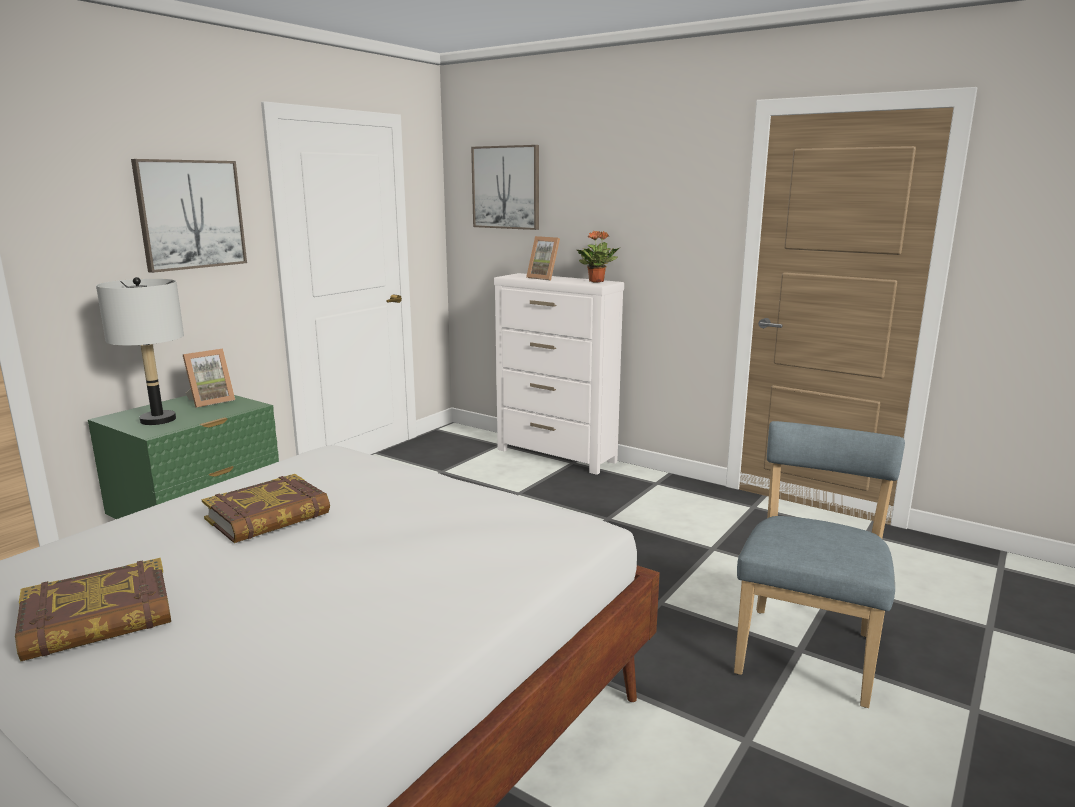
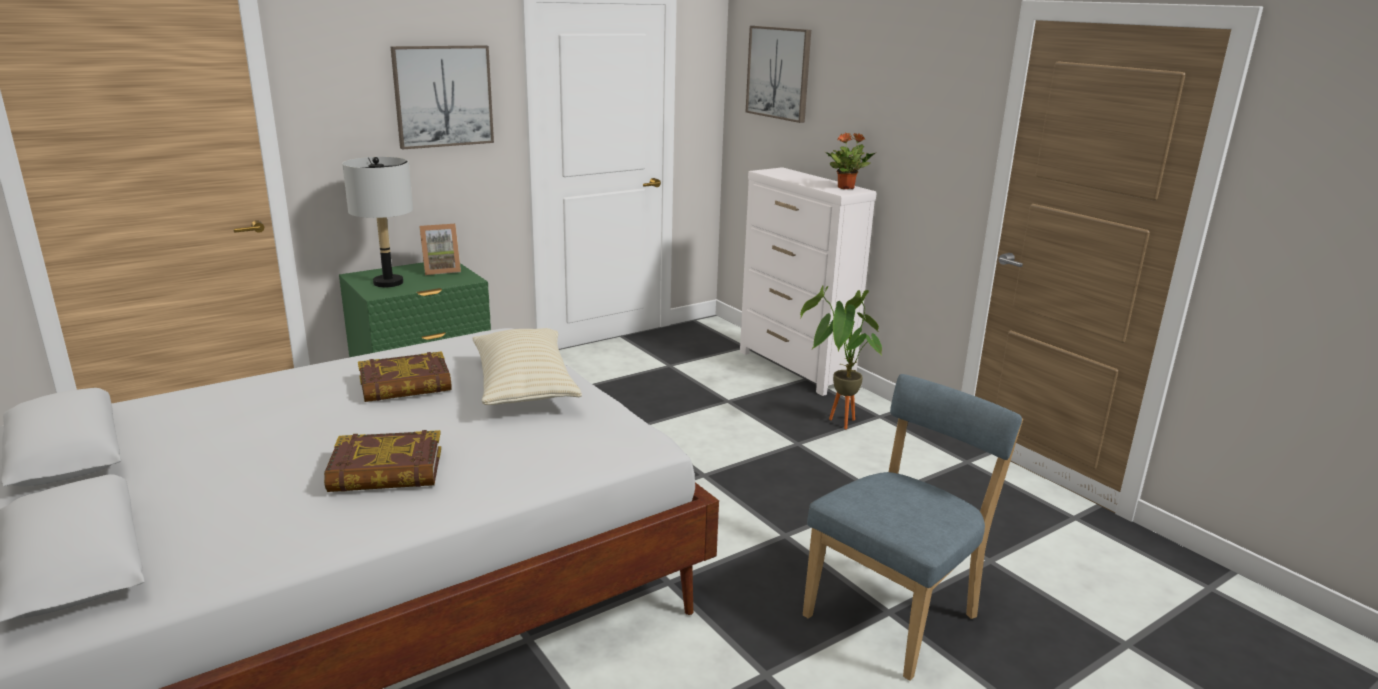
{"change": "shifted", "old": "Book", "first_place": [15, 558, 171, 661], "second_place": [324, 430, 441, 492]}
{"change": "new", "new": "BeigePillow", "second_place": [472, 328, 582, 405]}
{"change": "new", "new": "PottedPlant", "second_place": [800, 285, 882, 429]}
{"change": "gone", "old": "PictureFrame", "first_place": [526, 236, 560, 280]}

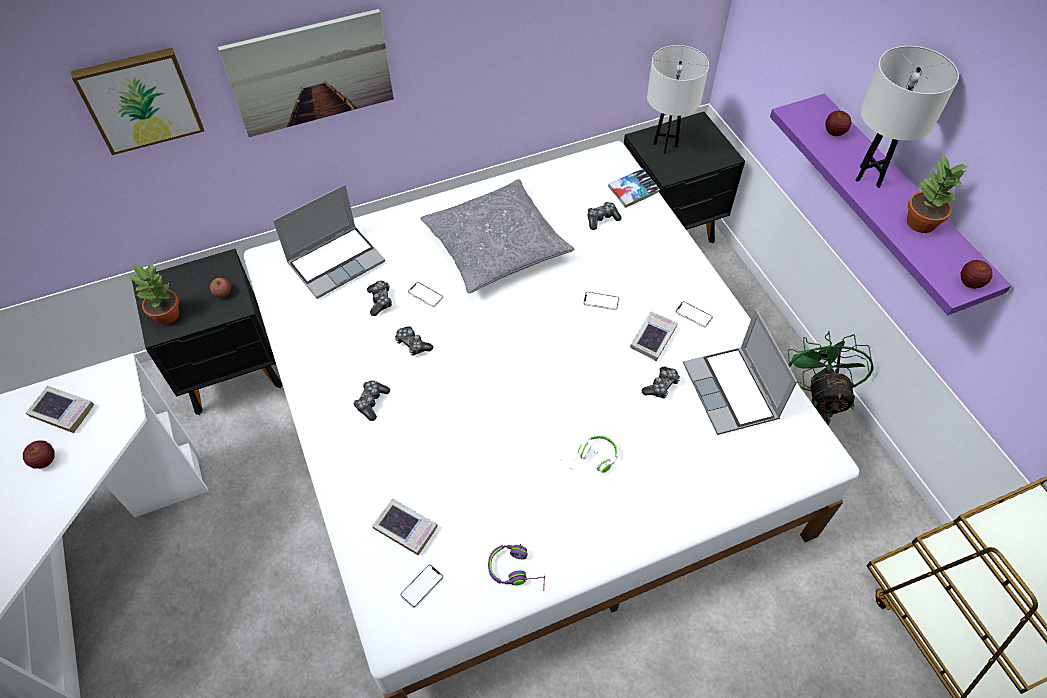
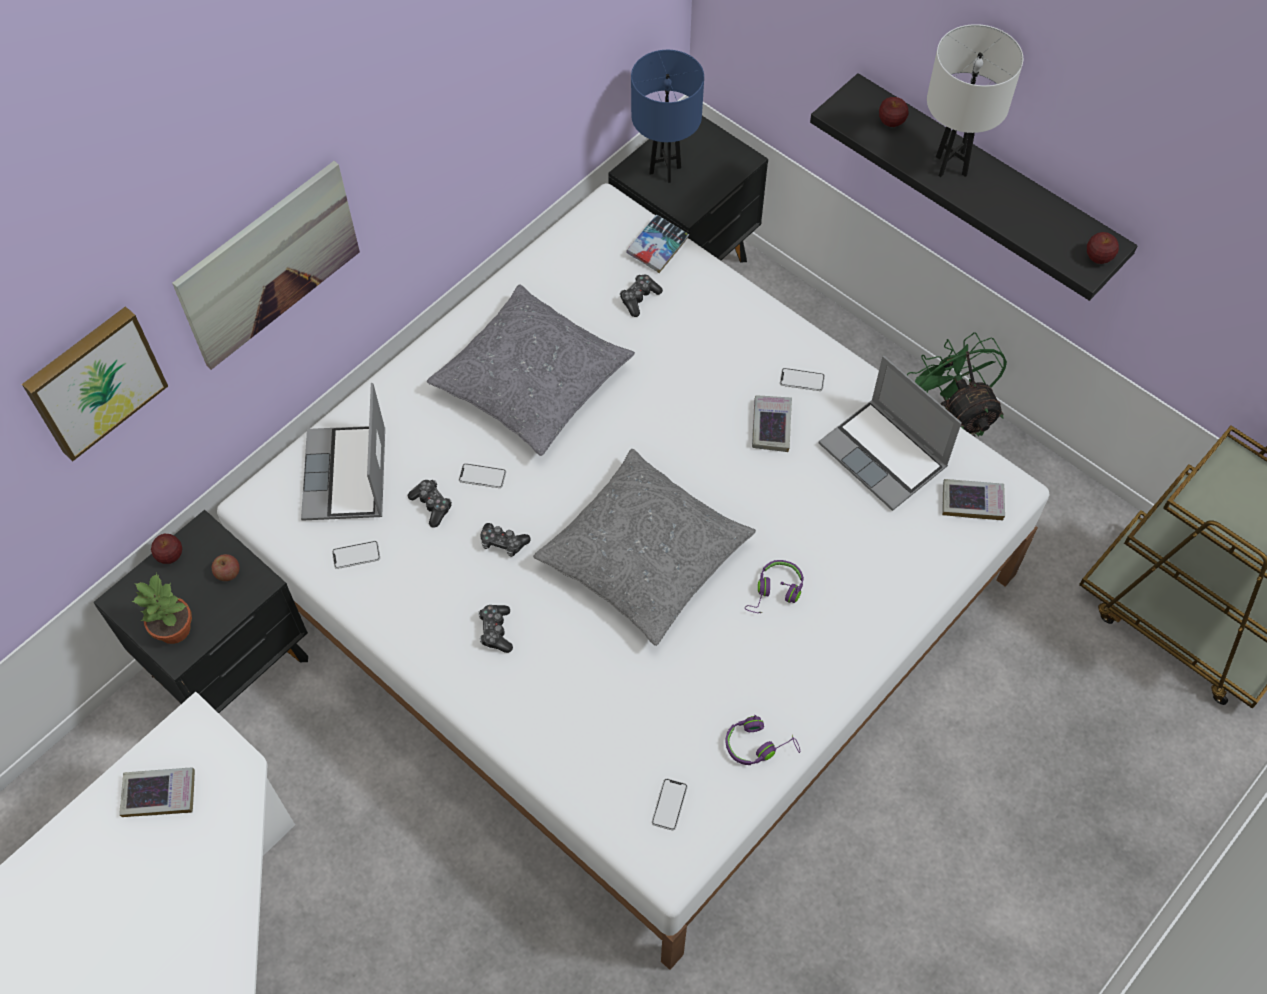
{"change": "shifted", "old": "Apple", "first_place": [23, 440, 55, 469], "second_place": [151, 534, 182, 564]}
{"change": "rotated", "old": "Laptop", "first_place": [273, 184, 385, 299], "second_place": [301, 383, 385, 521], "degrees": 150}
{"change": "shifted", "old": "Phone", "first_place": [583, 292, 619, 310], "second_place": [332, 541, 380, 569]}
{"change": "new", "new": "GreyPillow", "second_place": [533, 449, 756, 646]}
{"change": "repainted", "old": "WhiteTableLamp", "new": "BlueTableLamp", "first_place": [647, 45, 709, 154], "second_place": [631, 50, 704, 183]}
{"change": "repainted", "old": "WhiteHeadphones", "new": "PurpleHeadphones", "first_place": [560, 434, 619, 473], "second_place": [745, 560, 804, 613]}
{"change": "repainted", "old": "PurpleShelf", "new": "BlackShelf", "first_place": [770, 94, 1012, 315], "second_place": [810, 73, 1138, 301]}
{"change": "shifted", "old": "Book", "first_place": [372, 499, 438, 555], "second_place": [942, 479, 1005, 520]}
{"change": "gone", "old": "GameController", "first_place": [642, 367, 680, 398]}
{"change": "gone", "old": "PottedPlant", "first_place": [907, 154, 969, 233]}

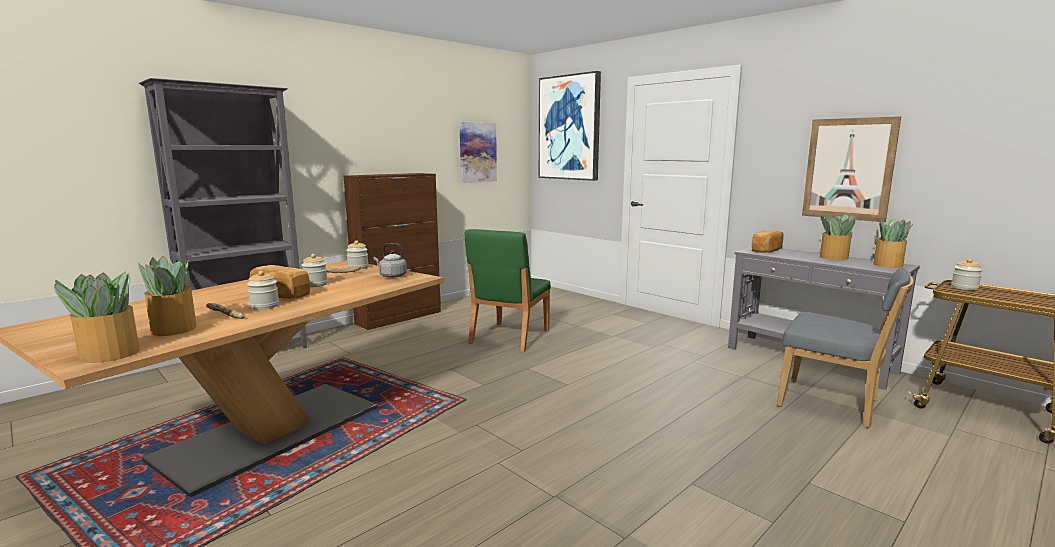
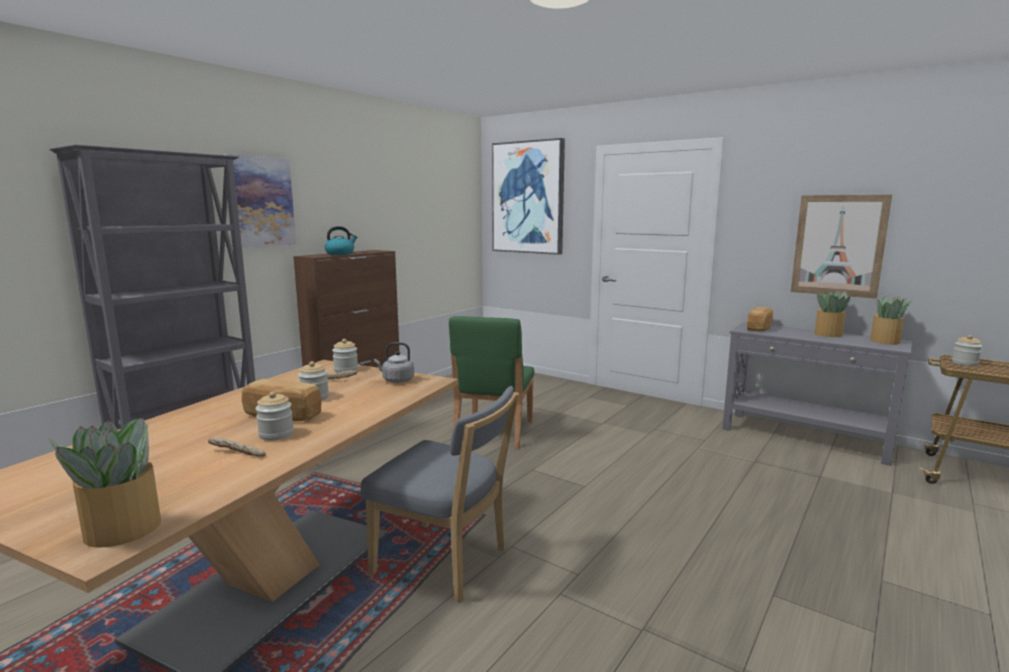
{"change": "shifted", "old": "Picture", "first_place": [459, 122, 497, 183], "second_place": [224, 154, 296, 248]}
{"change": "new", "new": "Kettle", "second_place": [324, 226, 358, 255]}
{"change": "shifted", "old": "GreyChair", "first_place": [777, 267, 914, 428], "second_place": [361, 386, 519, 603]}
{"change": "gone", "old": "PottedPlant", "first_place": [139, 256, 197, 336]}

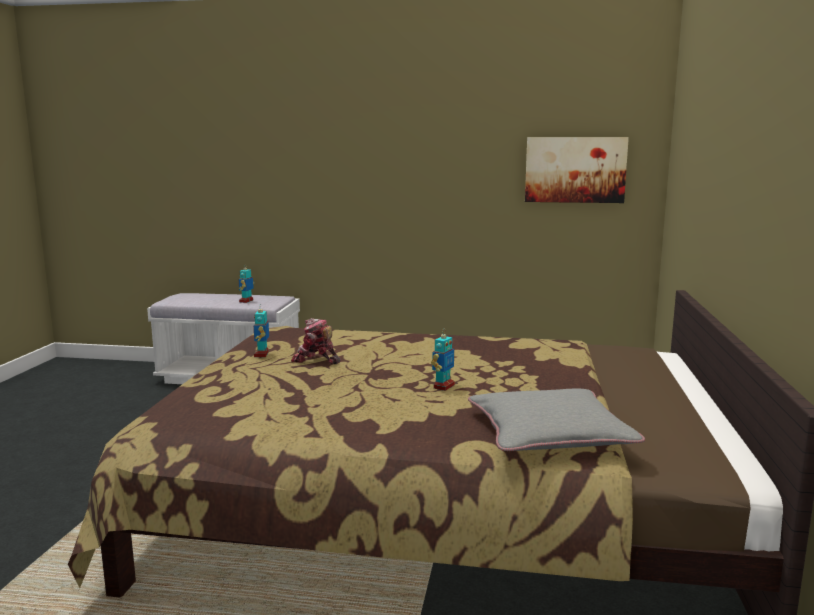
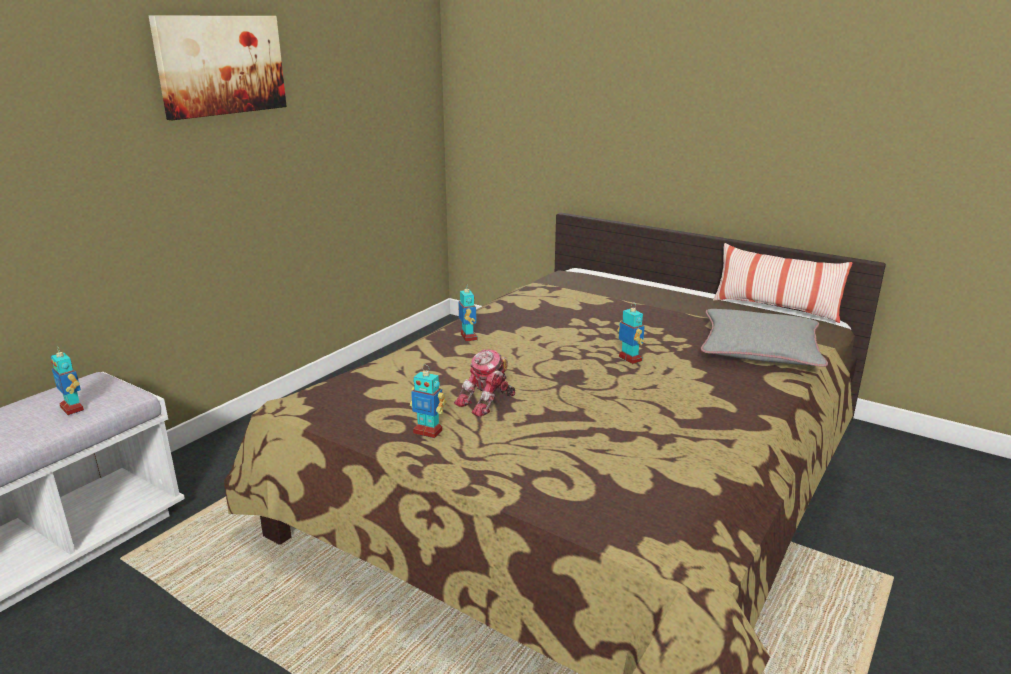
{"change": "shifted", "old": "Picture", "first_place": [525, 137, 629, 203], "second_place": [149, 16, 287, 120]}
{"change": "new", "new": "ToyRobot", "second_place": [458, 283, 478, 342]}
{"change": "new", "new": "Pillow", "second_place": [713, 243, 853, 323]}

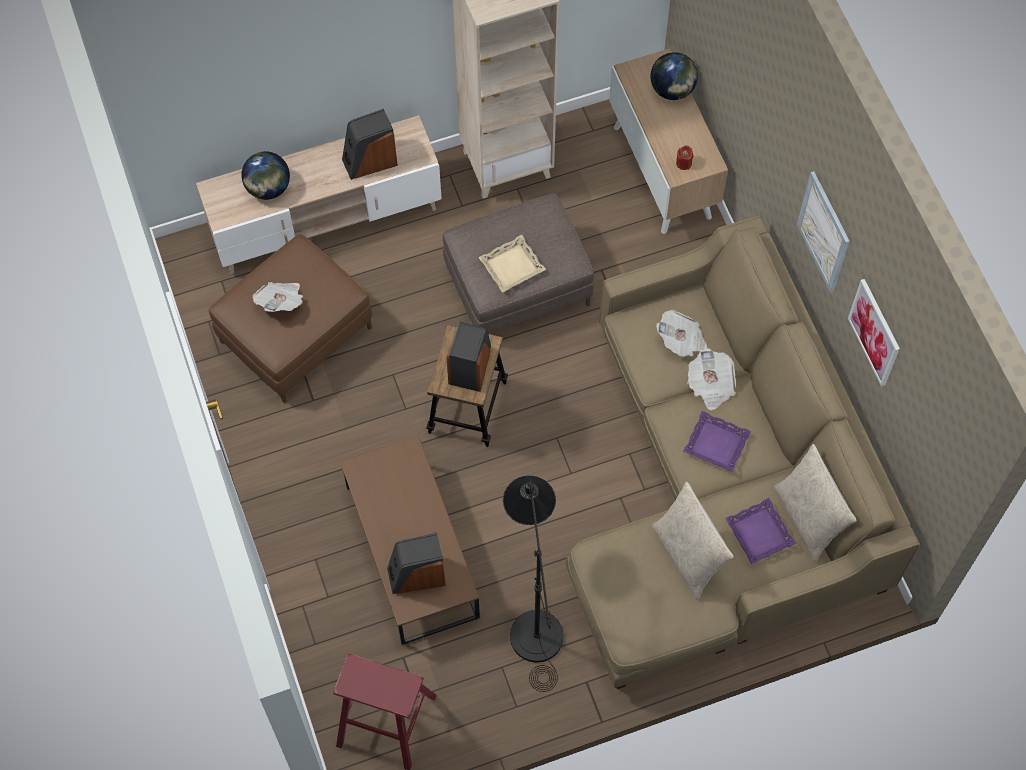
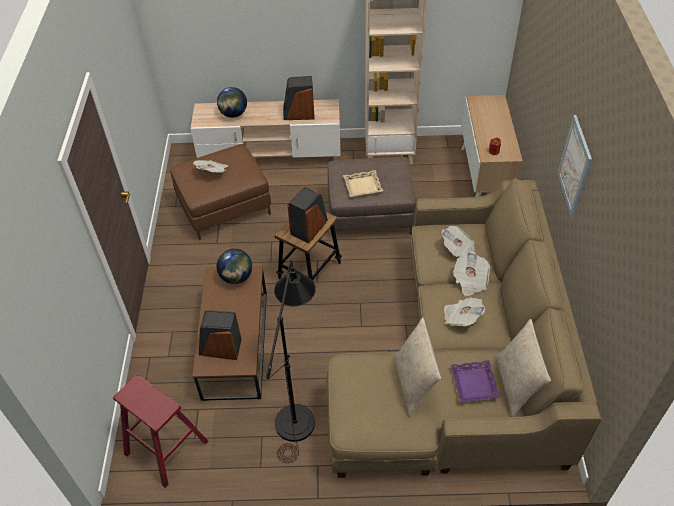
{"change": "shifted", "old": "Globe", "first_place": [651, 52, 698, 100], "second_place": [217, 249, 252, 284]}
{"change": "swapped", "old": "PurpleTray", "new": "Newspaper", "first_place": [683, 411, 751, 472], "second_place": [444, 297, 485, 326]}
{"change": "gone", "old": "Picture", "first_place": [848, 279, 900, 387]}

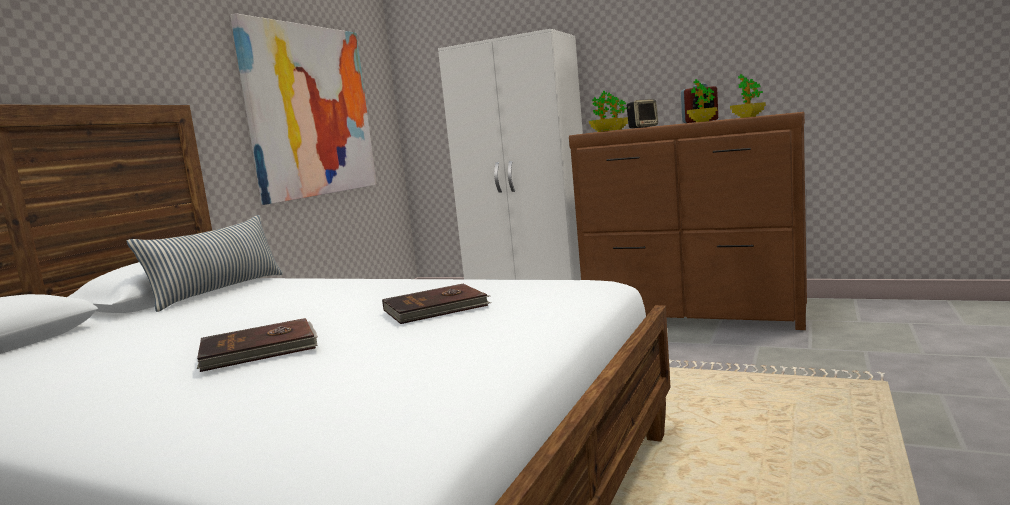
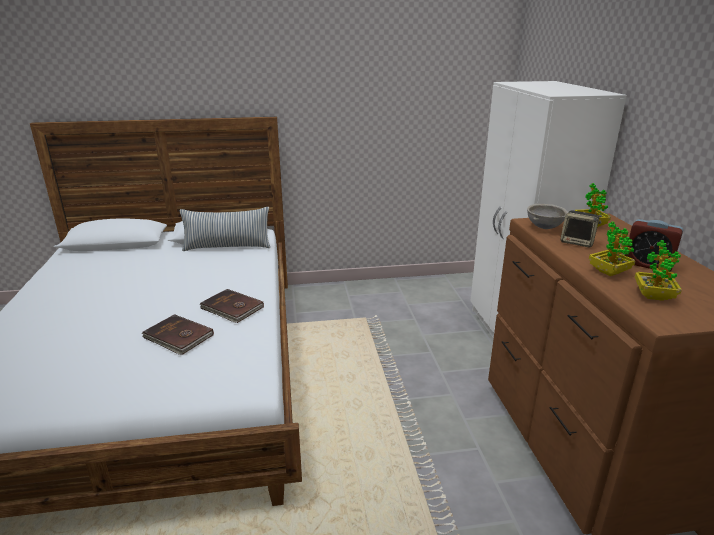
{"change": "shifted", "old": "BrownBook", "first_place": [197, 318, 318, 372], "second_place": [200, 289, 264, 323]}
{"change": "swapped", "old": "PottedPlant", "new": "GreyBowl", "first_place": [589, 91, 617, 132], "second_place": [527, 204, 568, 229]}
{"change": "gone", "old": "Picture", "first_place": [230, 13, 377, 205]}

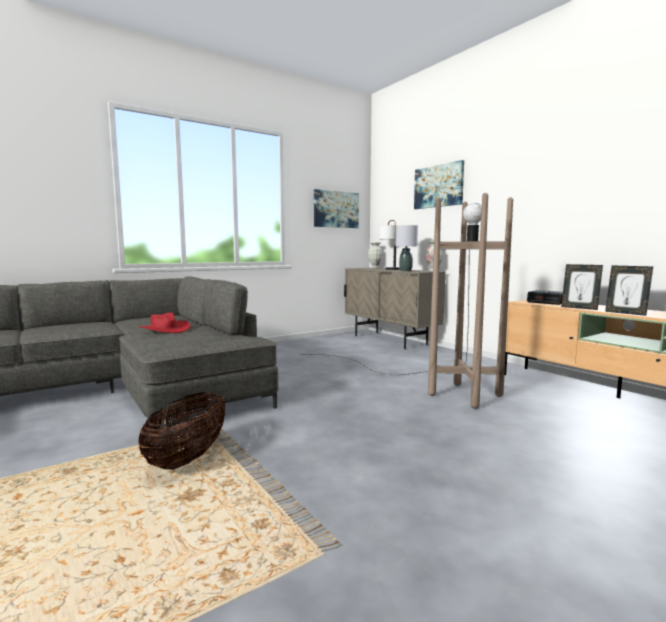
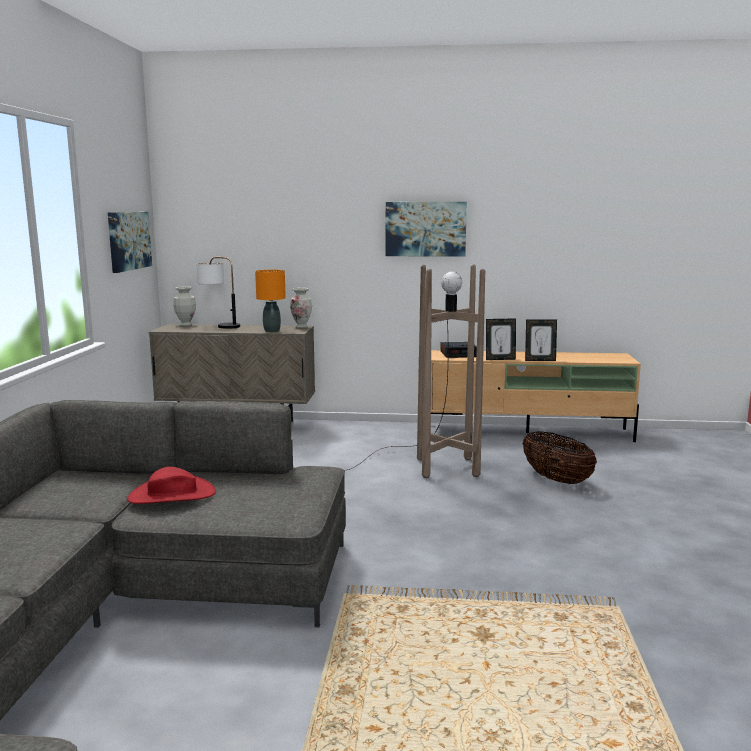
{"change": "repainted", "old": "GreyTableLamp", "new": "OrangeTableLamp", "first_place": [396, 225, 418, 271], "second_place": [255, 270, 286, 332]}
{"change": "shifted", "old": "Picture", "first_place": [414, 160, 464, 209], "second_place": [386, 202, 467, 257]}
{"change": "shifted", "old": "Basket", "first_place": [138, 392, 225, 470], "second_place": [522, 431, 597, 484]}

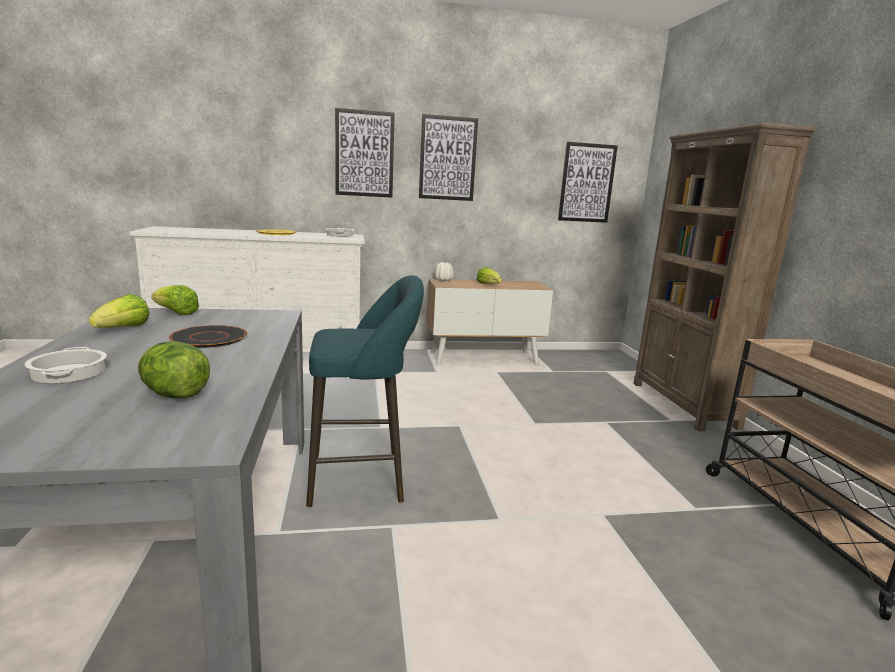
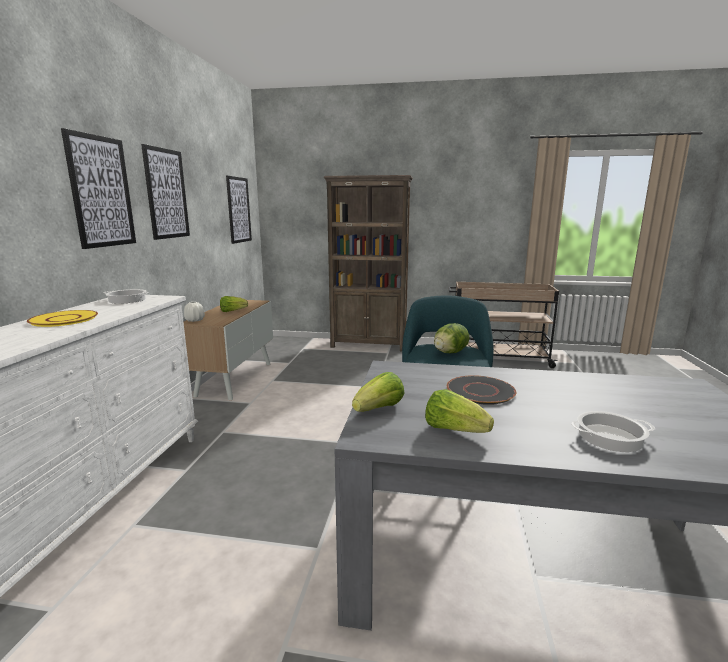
{"change": "shifted", "old": "Lettuce", "first_place": [138, 341, 210, 398], "second_place": [434, 323, 470, 353]}

